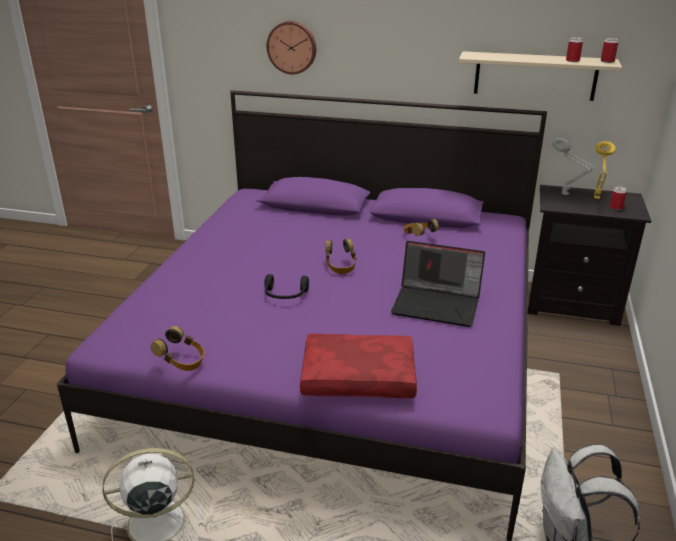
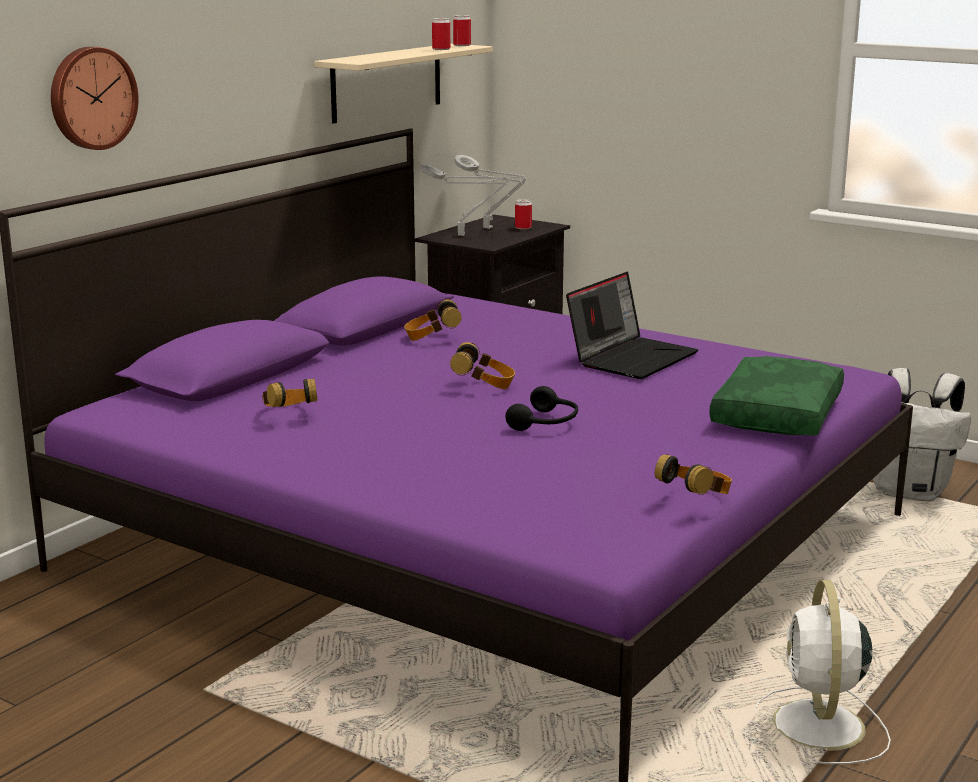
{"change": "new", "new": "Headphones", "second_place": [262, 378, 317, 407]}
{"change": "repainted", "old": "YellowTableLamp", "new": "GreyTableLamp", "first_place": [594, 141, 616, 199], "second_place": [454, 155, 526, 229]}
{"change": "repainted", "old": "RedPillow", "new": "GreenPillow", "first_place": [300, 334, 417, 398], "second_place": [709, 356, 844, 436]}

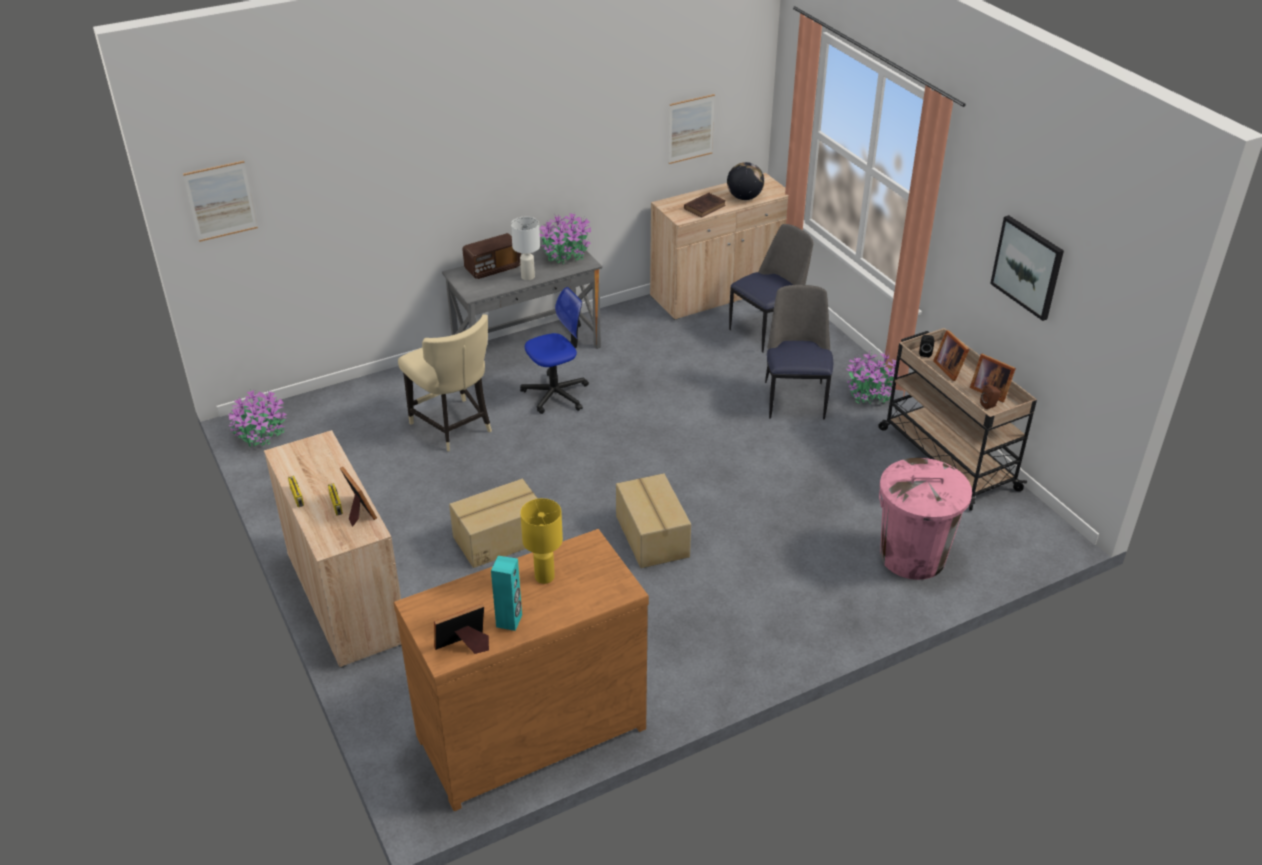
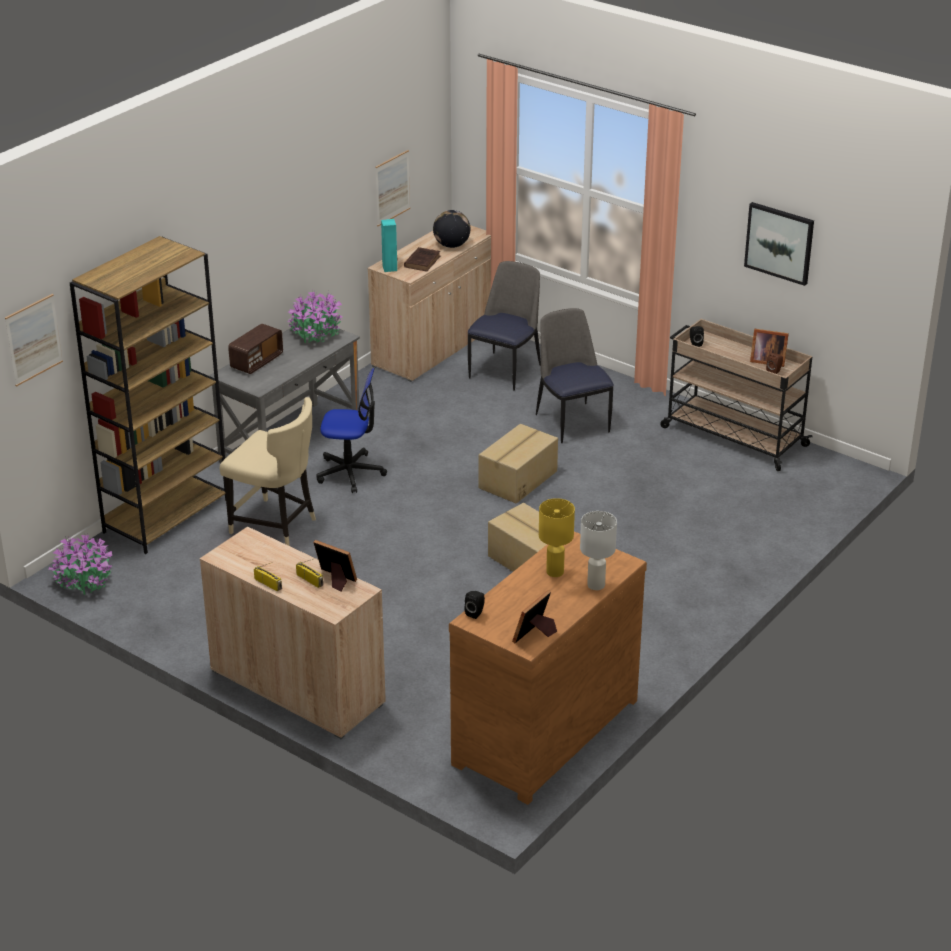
{"change": "new", "new": "BrownBookcase", "second_place": [70, 236, 226, 554]}
{"change": "rotated", "old": "OfficeChair", "first_place": [520, 287, 589, 414], "second_place": [316, 368, 387, 493], "degrees": 60}
{"change": "shifted", "old": "TurquoiseSpeaker", "first_place": [491, 556, 522, 631], "second_place": [381, 219, 397, 272]}
{"change": "new", "new": "BlackSpeaker", "second_place": [465, 591, 485, 619]}
{"change": "shifted", "old": "CardboardBox", "first_place": [449, 479, 538, 568], "second_place": [479, 424, 558, 503]}
{"change": "shifted", "old": "WhiteTableLamp", "first_place": [511, 217, 540, 281], "second_place": [580, 511, 617, 590]}
{"change": "gone", "old": "PottedPlant", "first_place": [846, 350, 898, 405]}
{"change": "gone", "old": "PinkTrashCan", "first_place": [879, 458, 972, 580]}
{"change": "gone", "old": "PictureFrame", "first_place": [933, 330, 969, 381]}

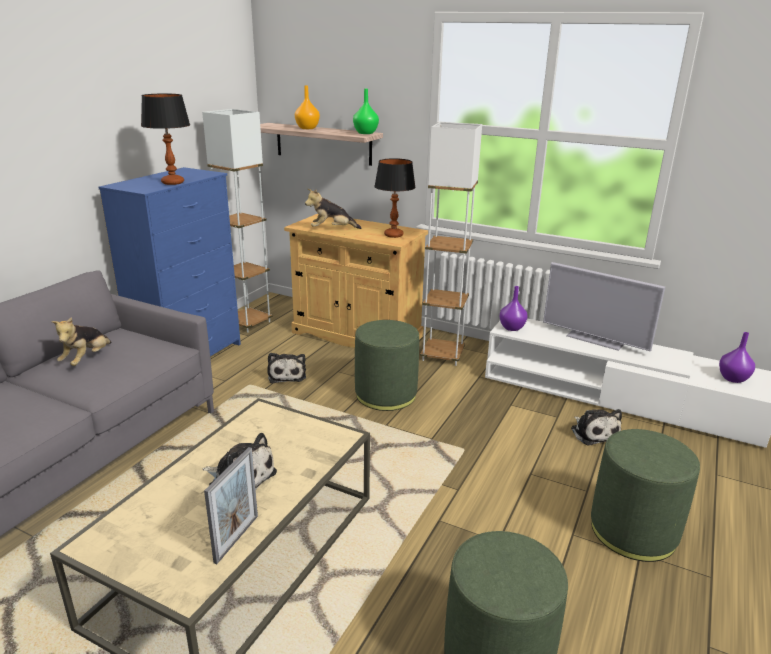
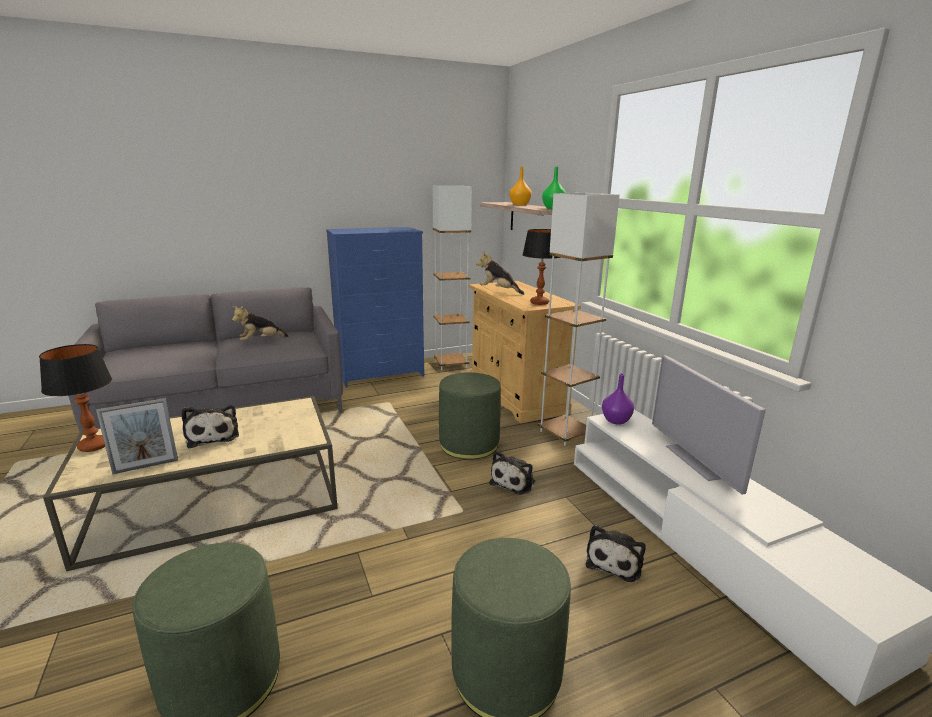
{"change": "shifted", "old": "TableLamp", "first_place": [141, 94, 190, 185], "second_place": [39, 344, 112, 452]}
{"change": "shifted", "old": "PlushToy", "first_place": [268, 353, 306, 384], "second_place": [489, 451, 535, 495]}
{"change": "gone", "old": "PurpleVase", "first_place": [719, 332, 755, 383]}

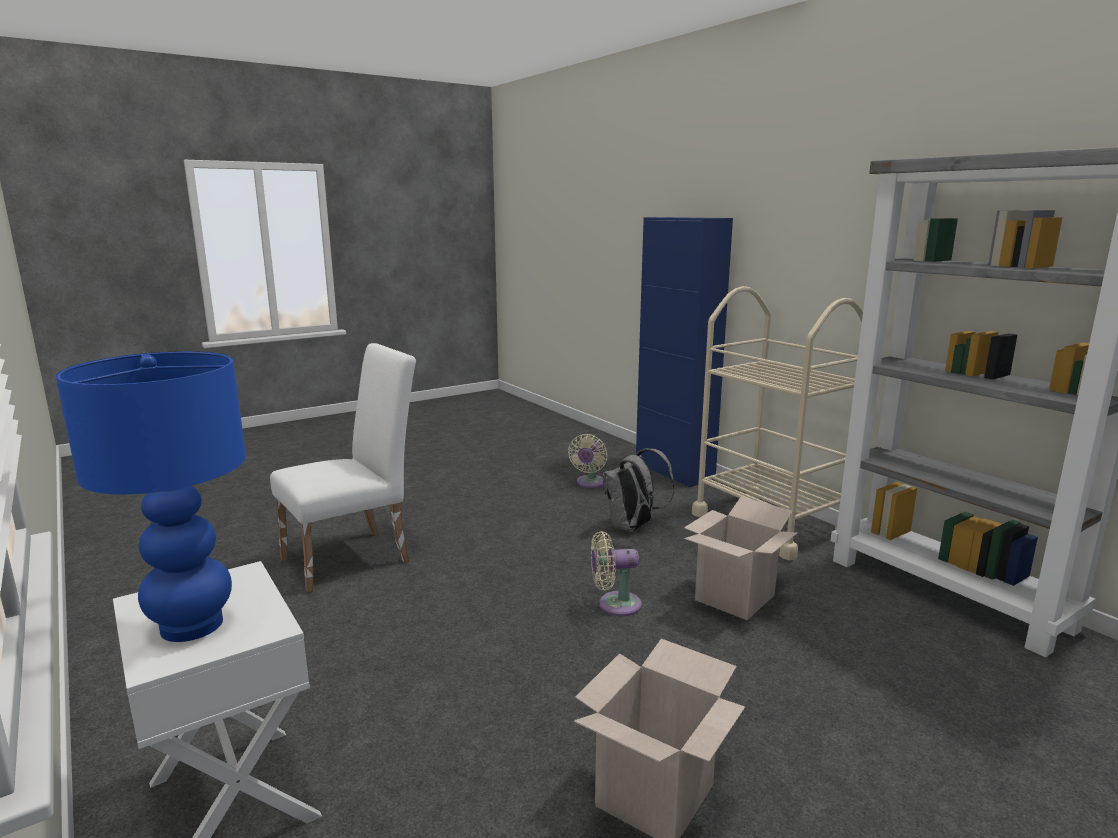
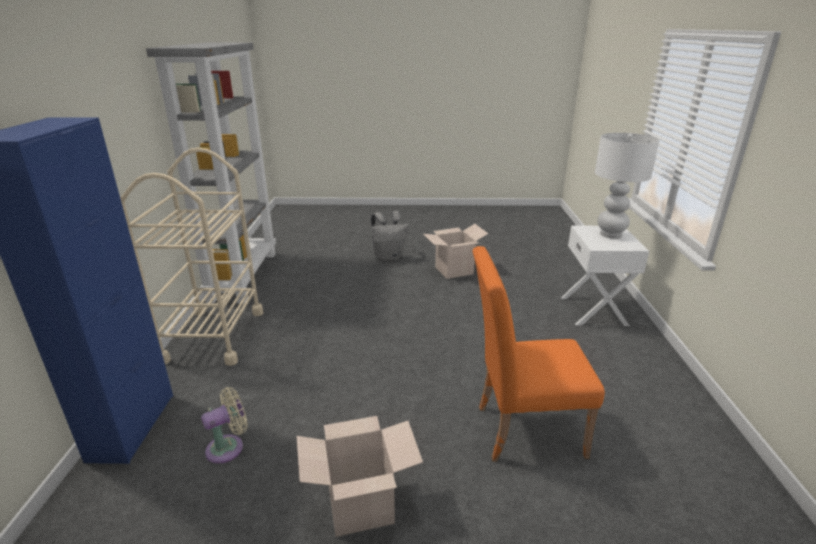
{"change": "shifted", "old": "CardboardBox", "first_place": [684, 496, 797, 620], "second_place": [296, 416, 423, 537]}
{"change": "shifted", "old": "GreyBackpack", "first_place": [602, 449, 675, 532], "second_place": [371, 210, 409, 262]}
{"change": "repainted", "old": "WhiteChair", "new": "OrangeChair", "first_place": [270, 343, 416, 593], "second_place": [472, 246, 605, 462]}
{"change": "repainted", "old": "BlueTableLamp", "new": "WhiteTableLamp", "first_place": [56, 351, 246, 642], "second_place": [595, 133, 660, 239]}
{"change": "gone", "old": "BeigeFan", "first_place": [591, 531, 642, 616]}

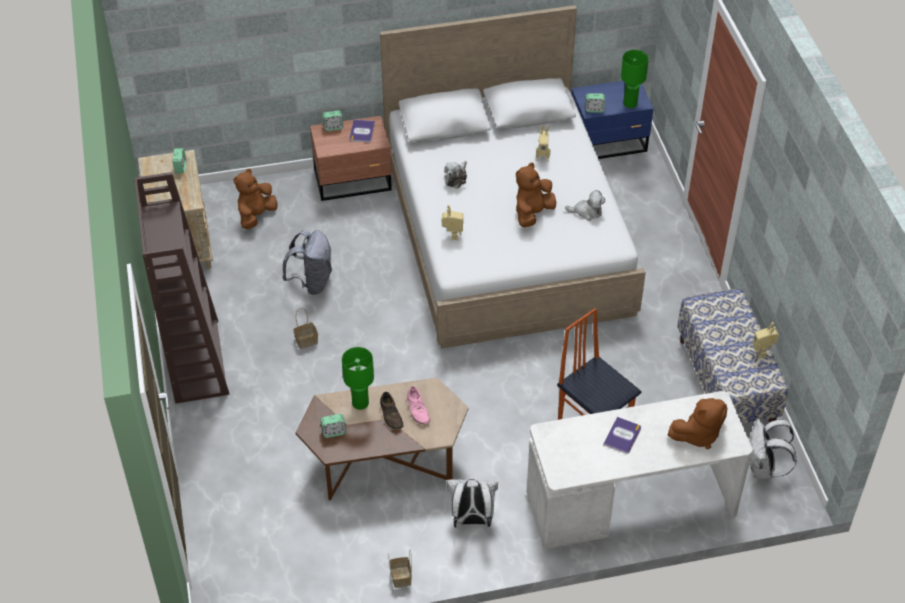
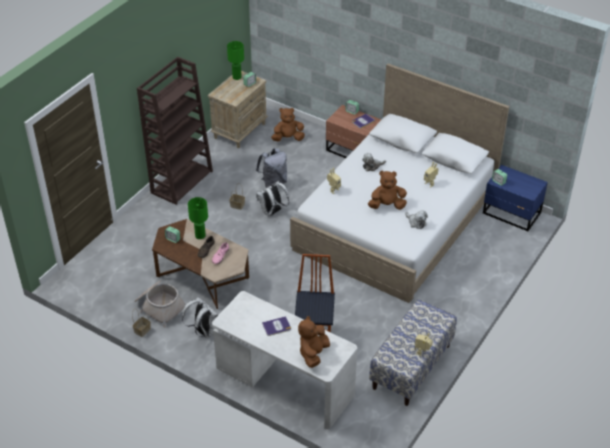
{"change": "new", "new": "Basket", "second_place": [135, 280, 186, 328]}
{"change": "shifted", "old": "GreenTableLamp", "first_place": [621, 50, 649, 108], "second_place": [227, 41, 244, 80]}
{"change": "shifted", "old": "WhiteBackpack", "first_place": [749, 419, 797, 479], "second_place": [256, 181, 289, 216]}
{"change": "rotated", "old": "BrownPlushToy", "first_place": [668, 398, 727, 449], "second_place": [298, 316, 330, 368], "degrees": 90}

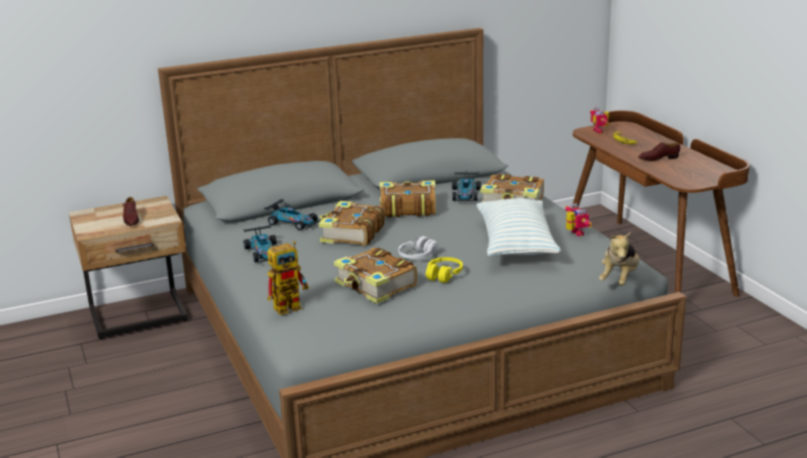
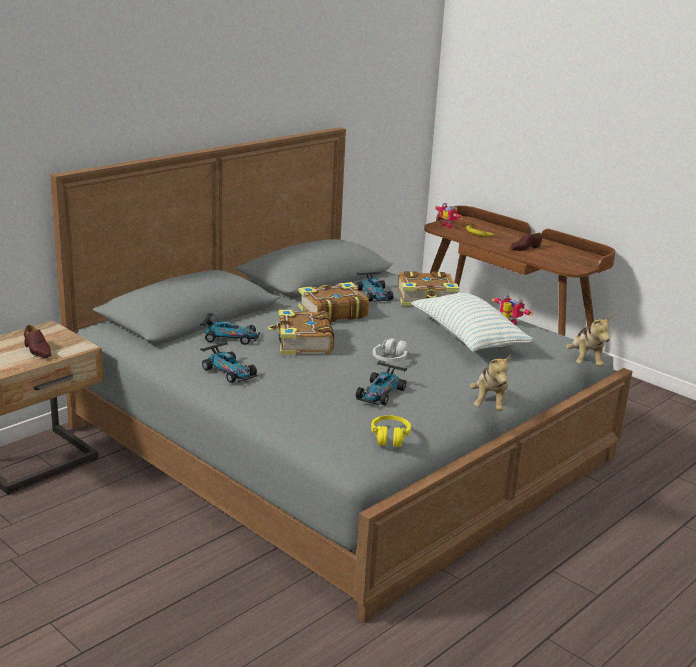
{"change": "swapped", "old": "Book", "new": "ToyCar", "first_place": [334, 247, 417, 304], "second_place": [356, 361, 407, 405]}
{"change": "shifted", "old": "YellowHeadphones", "first_place": [426, 257, 463, 283], "second_place": [371, 415, 411, 447]}
{"change": "new", "new": "PlushToy", "second_place": [470, 355, 511, 411]}
{"change": "gone", "old": "ToyRobot", "first_place": [267, 241, 309, 315]}

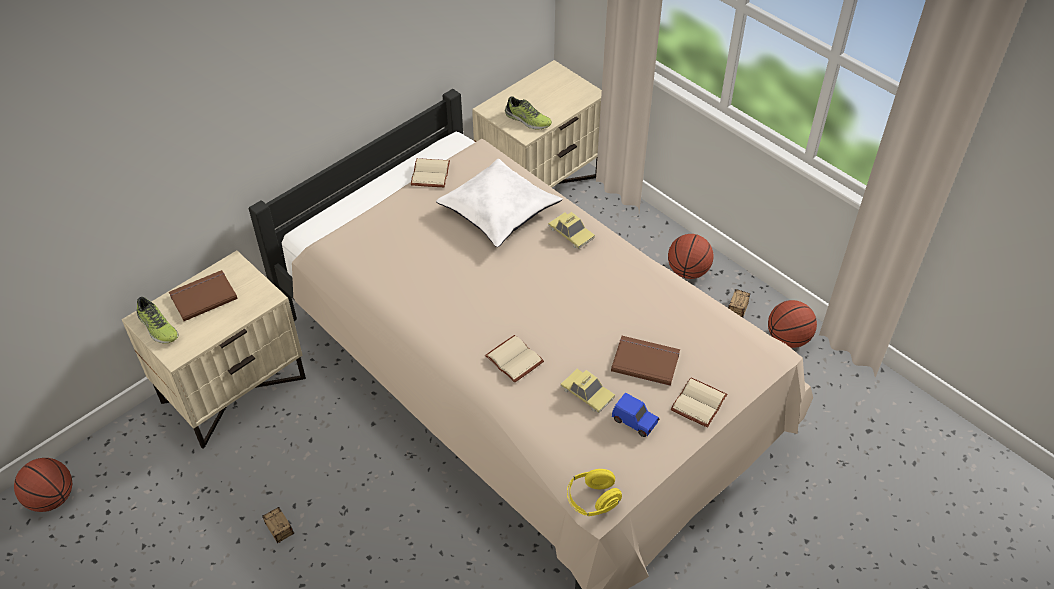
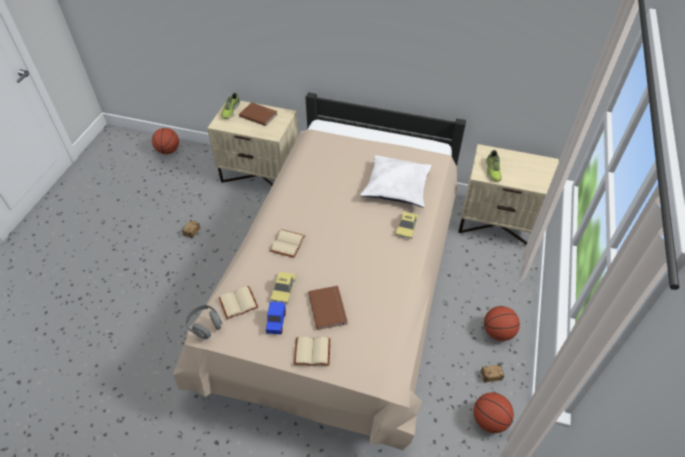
{"change": "repainted", "old": "YellowHeadphones", "new": "GreyHeadphones", "first_place": [567, 469, 622, 516], "second_place": [186, 305, 222, 339]}
{"change": "shifted", "old": "BeigeBook", "first_place": [411, 158, 450, 187], "second_place": [219, 286, 258, 319]}

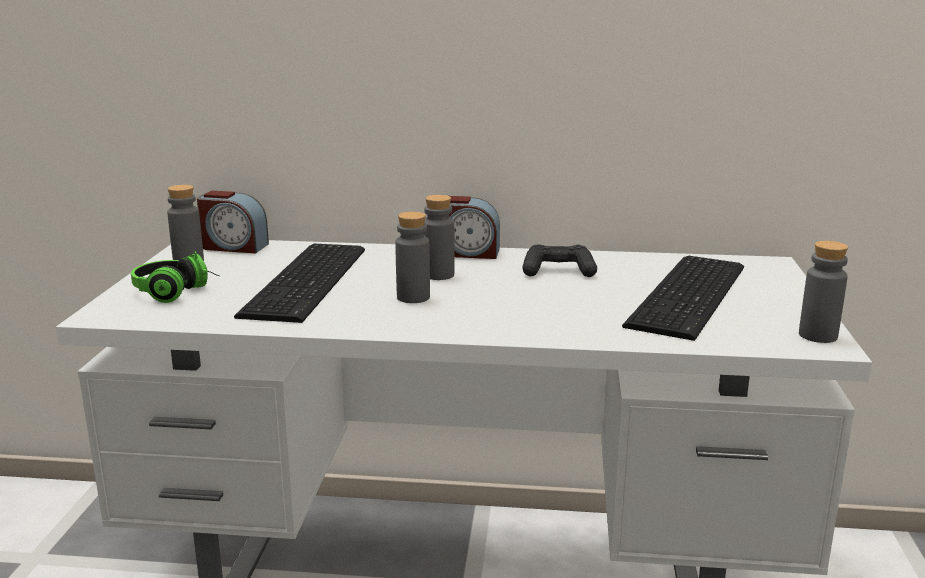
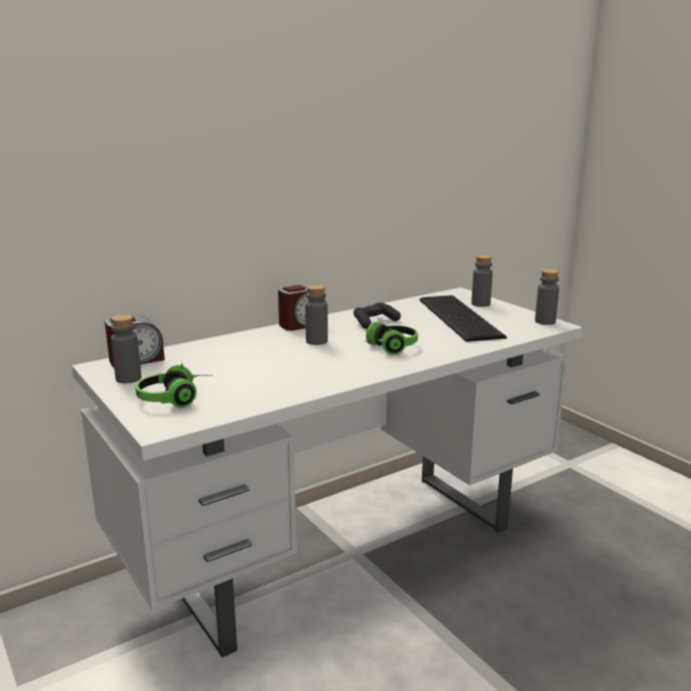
{"change": "new", "new": "Headphones", "second_place": [364, 322, 418, 355]}
{"change": "shifted", "old": "GreyBottle", "first_place": [395, 212, 430, 303], "second_place": [471, 255, 493, 307]}
{"change": "gone", "old": "Keyboard", "first_place": [234, 244, 365, 323]}

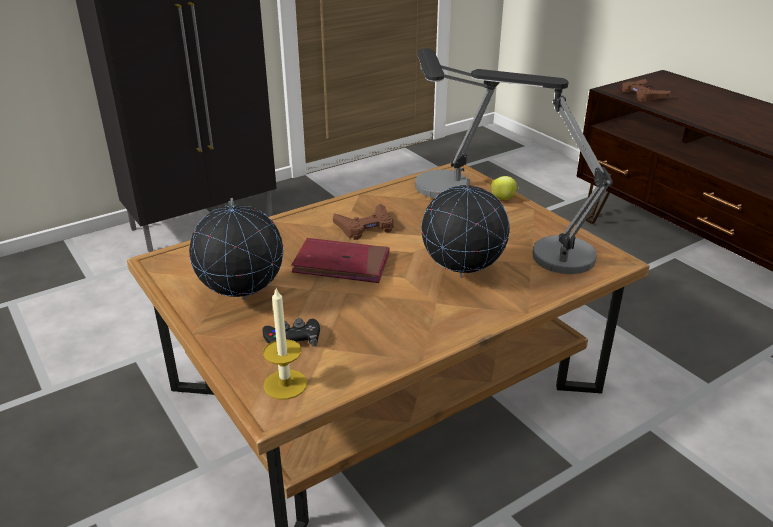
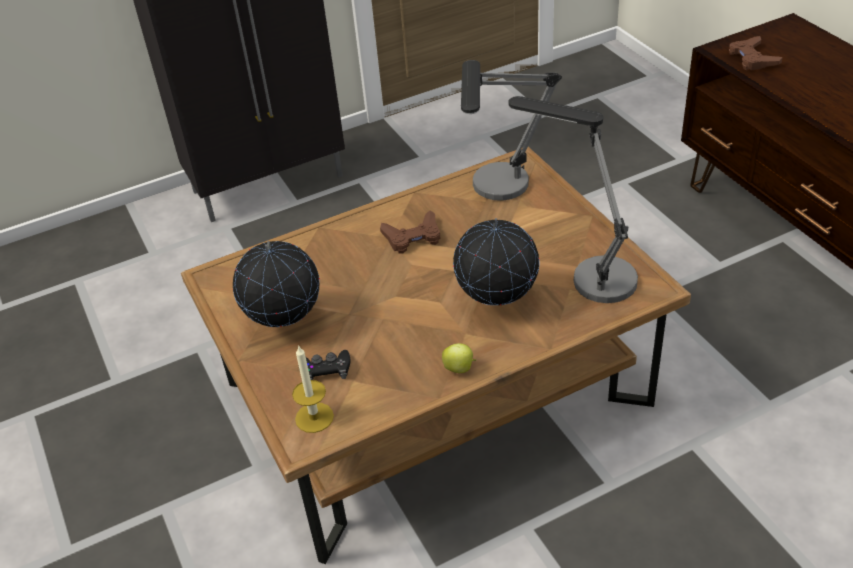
{"change": "shifted", "old": "Apple", "first_place": [491, 176, 519, 200], "second_place": [442, 343, 477, 373]}
{"change": "gone", "old": "RedBook", "first_place": [292, 238, 389, 283]}

